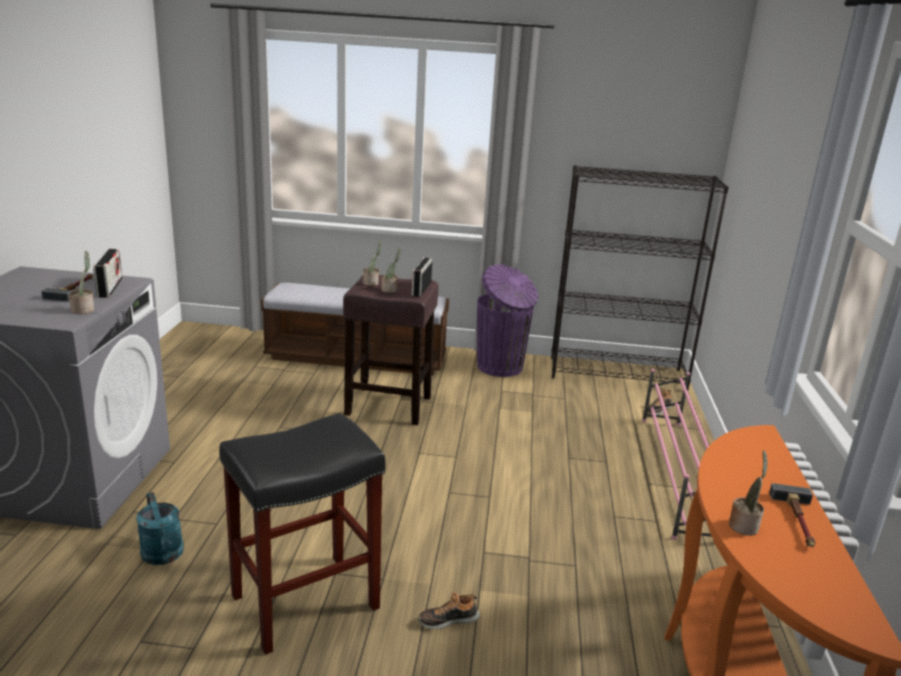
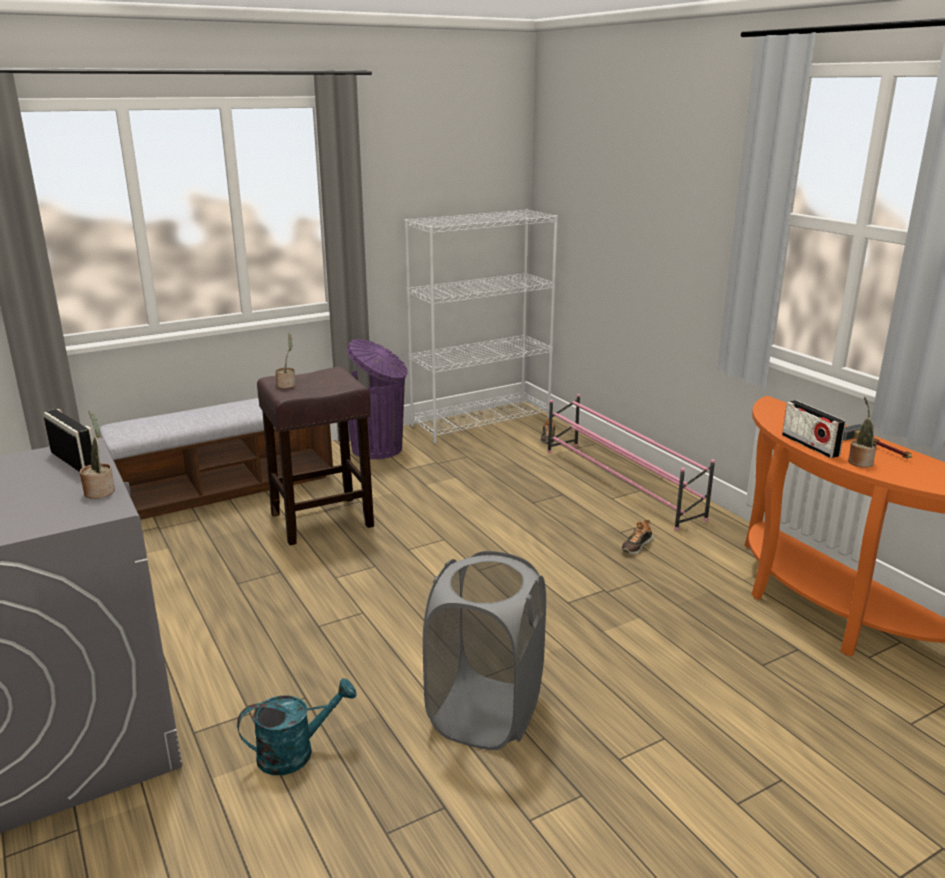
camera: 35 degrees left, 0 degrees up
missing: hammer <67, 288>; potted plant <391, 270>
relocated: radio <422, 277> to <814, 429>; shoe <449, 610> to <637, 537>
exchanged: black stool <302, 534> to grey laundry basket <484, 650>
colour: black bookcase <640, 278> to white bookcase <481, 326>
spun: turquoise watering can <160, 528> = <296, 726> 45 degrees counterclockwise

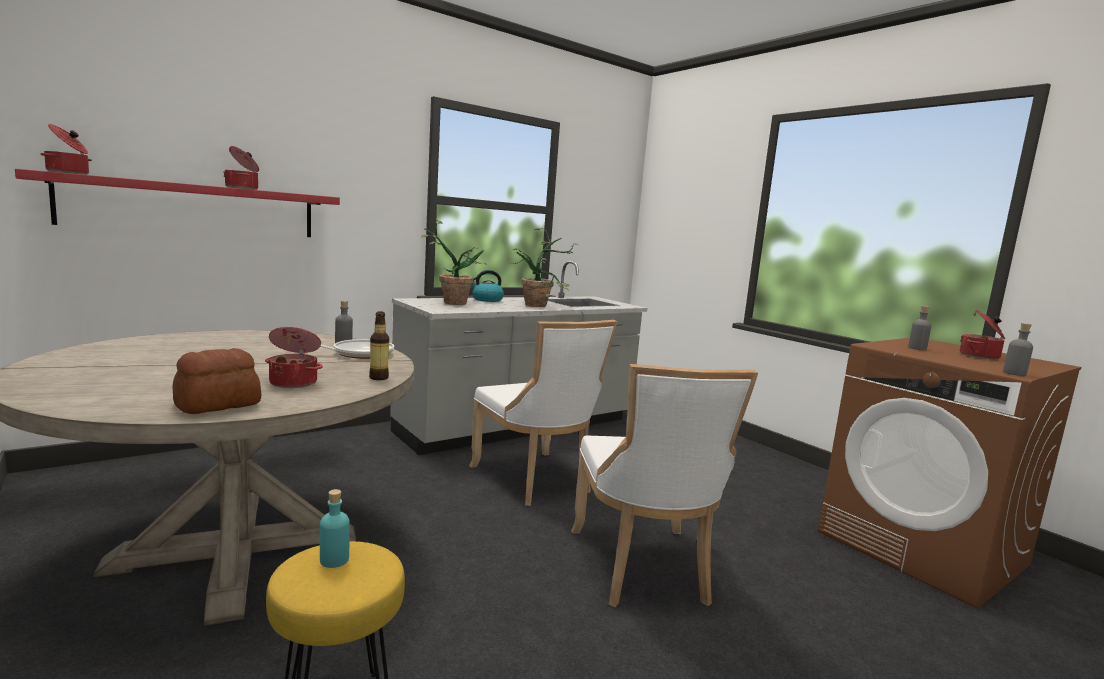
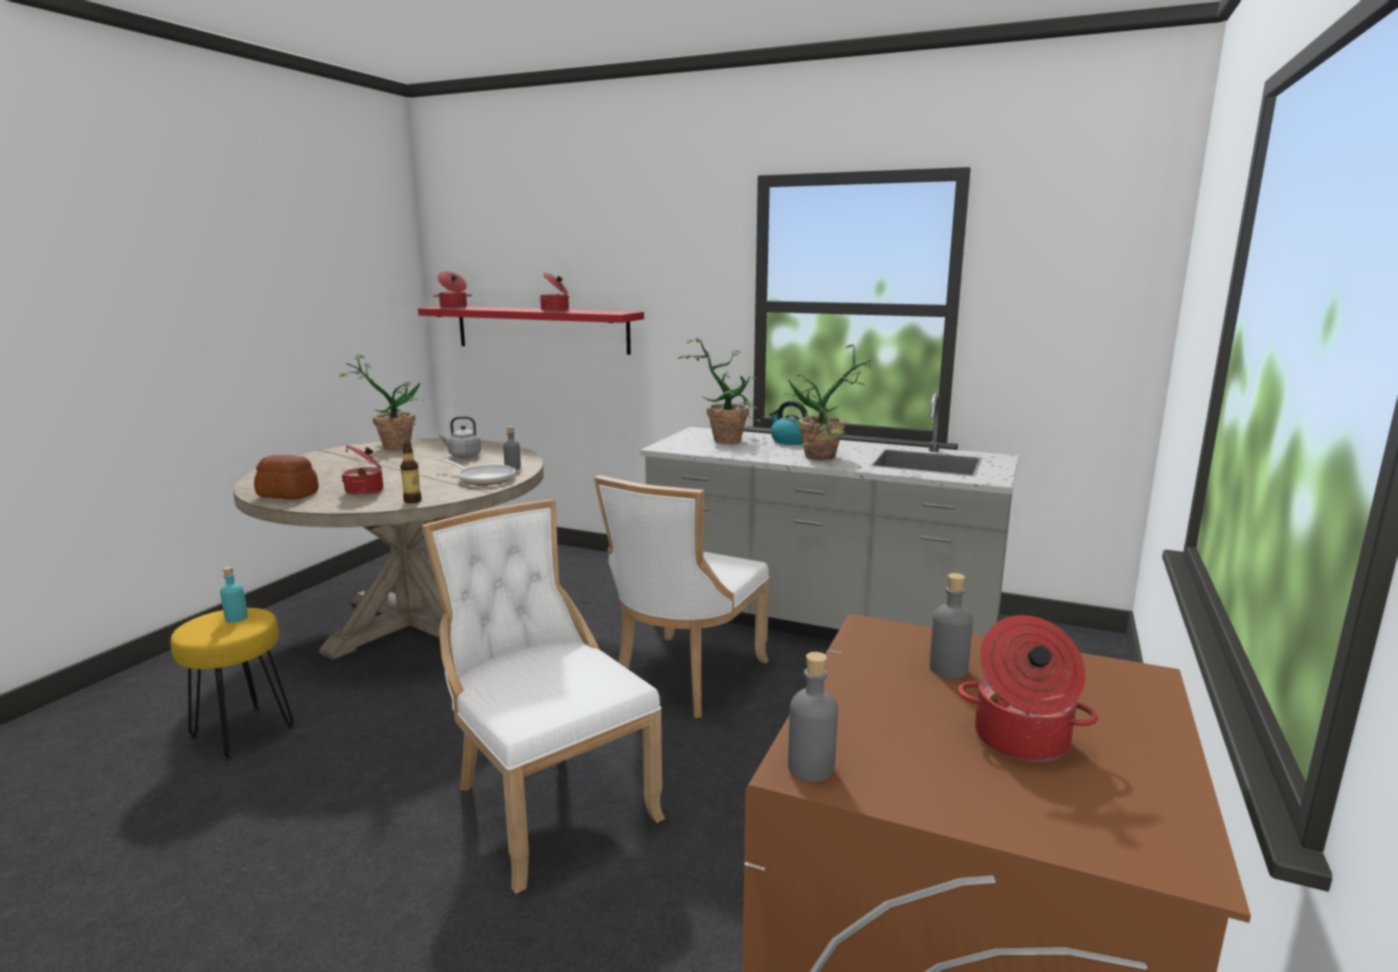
camera: 60 degrees right, 5 degrees up
appeared: potted plant <381, 402>; grey kettle <460, 437>
spun: white chair <664, 485> = <543, 697> 90 degrees clockwise

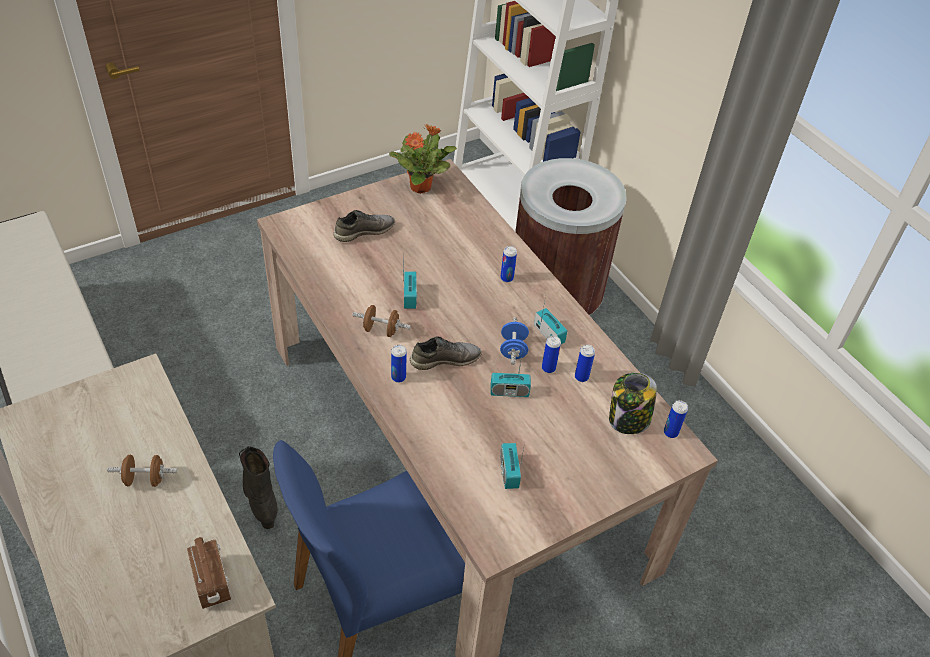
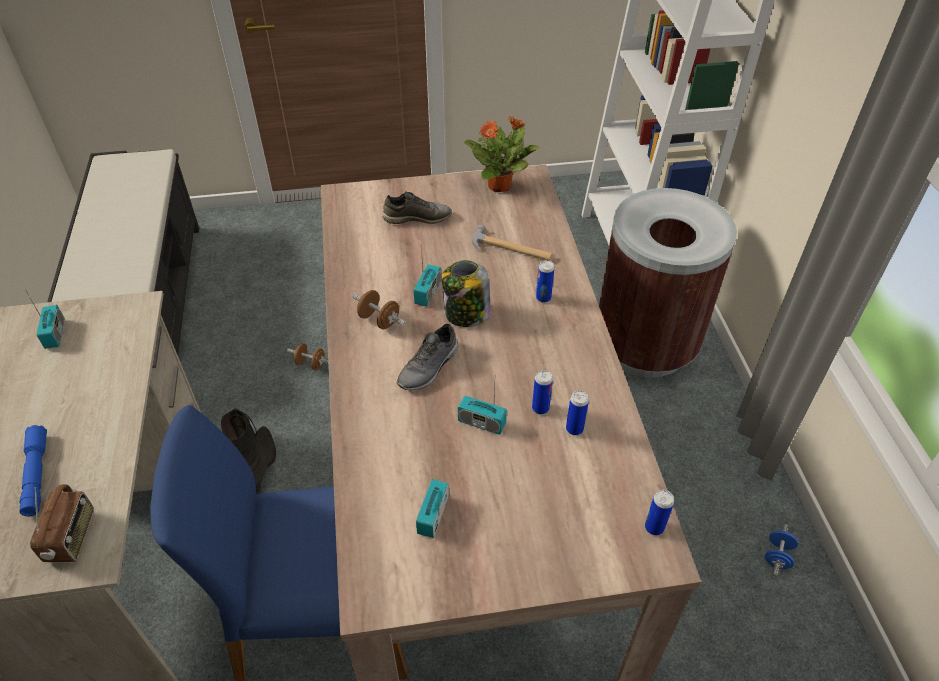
camera: 25 degrees right, 0 degrees up
missing: can <399, 364>
appeared: blue flashlight <33, 470>; hammer <512, 243>
relocated: brown dumbbell <142, 471> to <307, 356>; blue dumbbell <514, 341> to <781, 550>; radio <550, 320> to <44, 317>; jar <633, 403> to <466, 293>
spun: grey shoe <446, 353> = <428, 357> 120 degrees clockwise

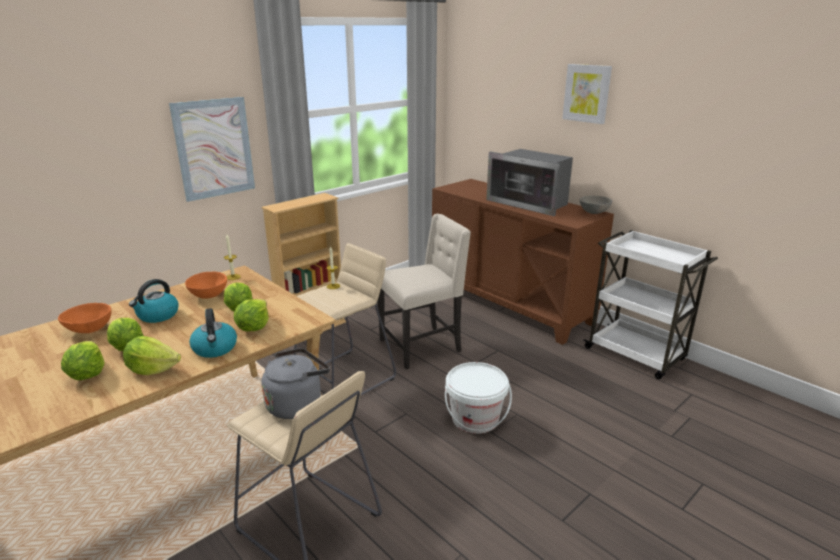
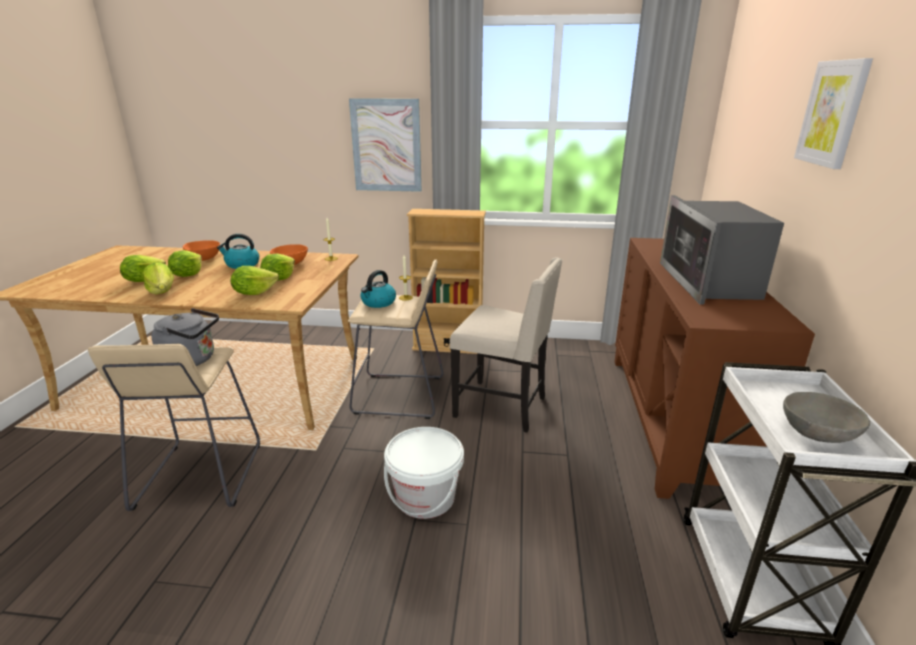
camera: 50 degrees right, 0 degrees up
relocated: kettle <213, 333> to <378, 289>; grey bowl <596, 205> to <826, 417>

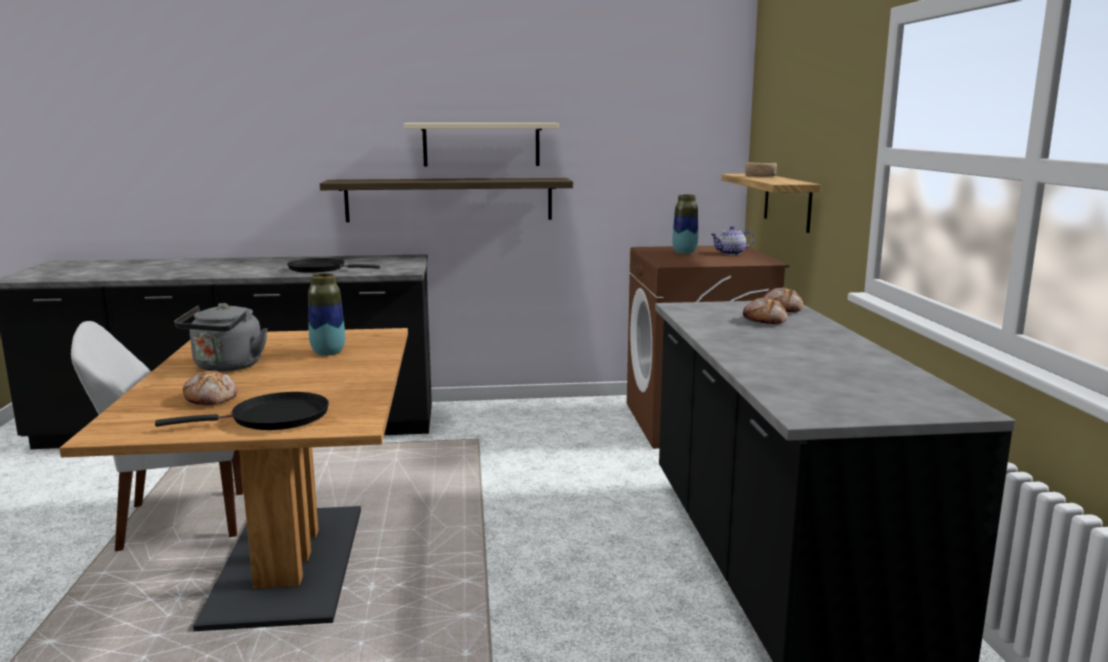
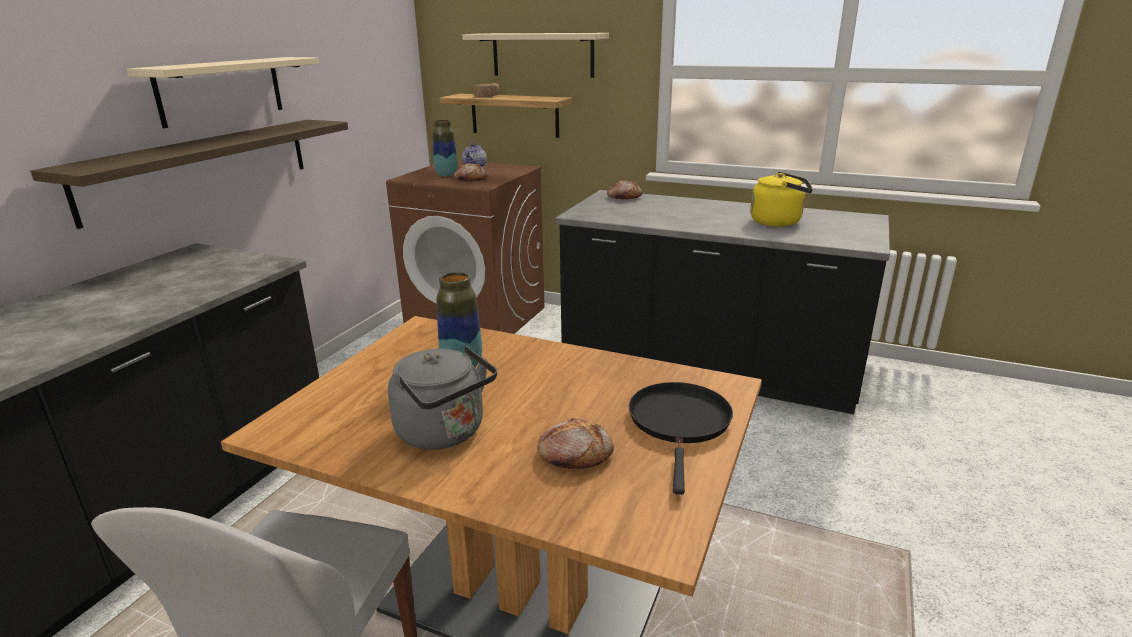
camera: 60 degrees left, 10 degrees up
missing: black frying pan <333, 265>
appeared: beige shelf <535, 55>; yellow kettle <781, 199>
relocated: bread <765, 311> to <470, 172>

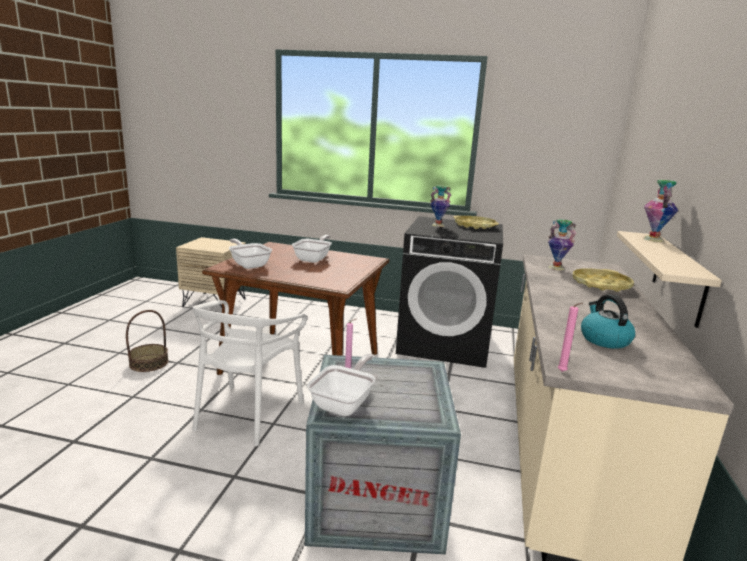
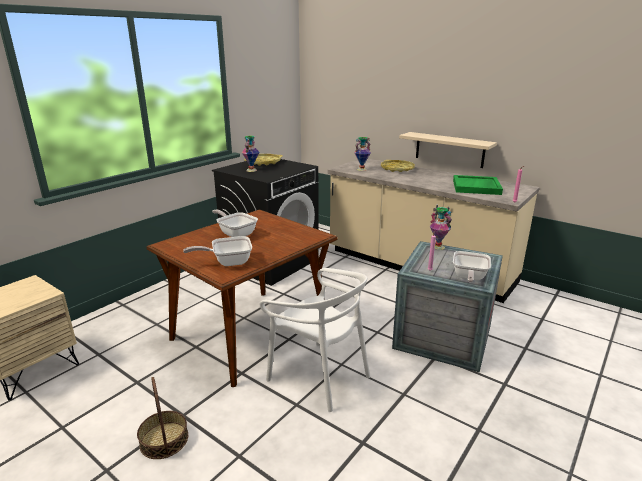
camera: 65 degrees left, 5 degrees up
relocated: vase <661, 211> to <441, 228>
exchanged: kettle <608, 321> to green tray <478, 185>
spun: frying pan <341, 385> = <472, 266> 120 degrees counterclockwise

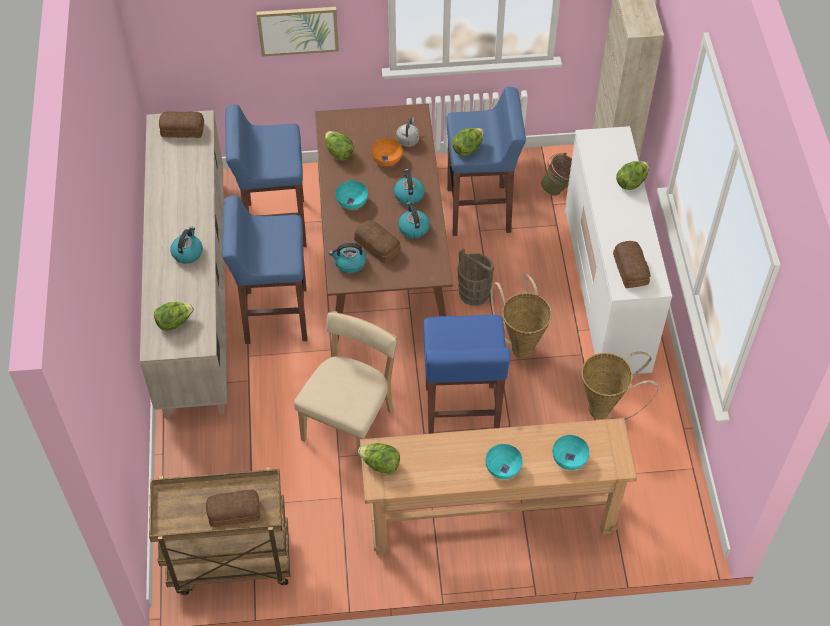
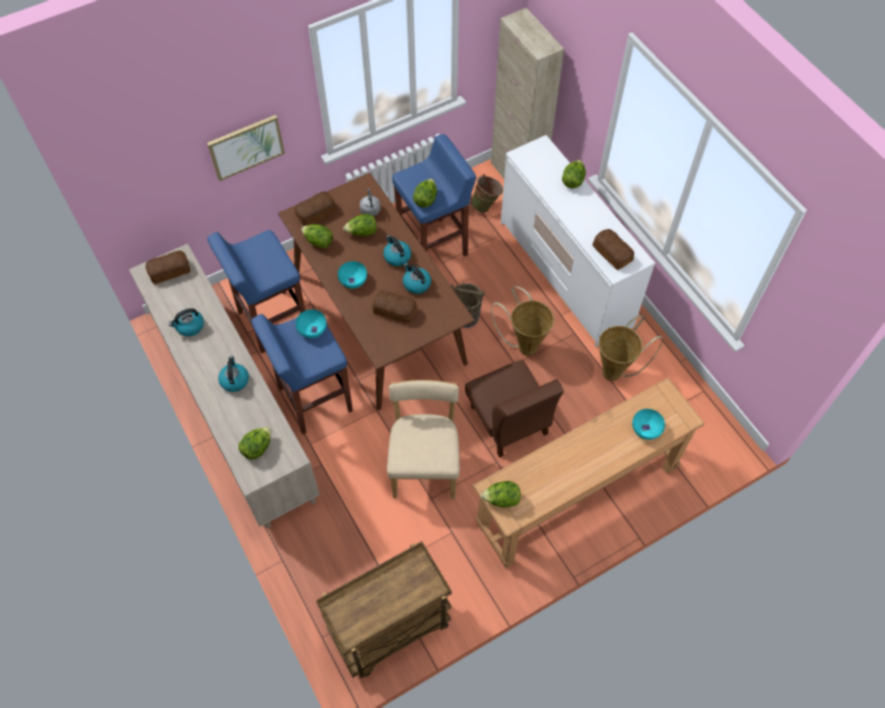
camera: 25 degrees left, 5 degrees up
relocated: bread <233, 508> to <315, 208>; kettle <347, 258> to <186, 322>; turquoise bowl <504, 461> to <311, 323>
exchanged: orange bowl <387, 152> to lettuce <360, 225>; blue stool <467, 374> to brown chair <514, 408>

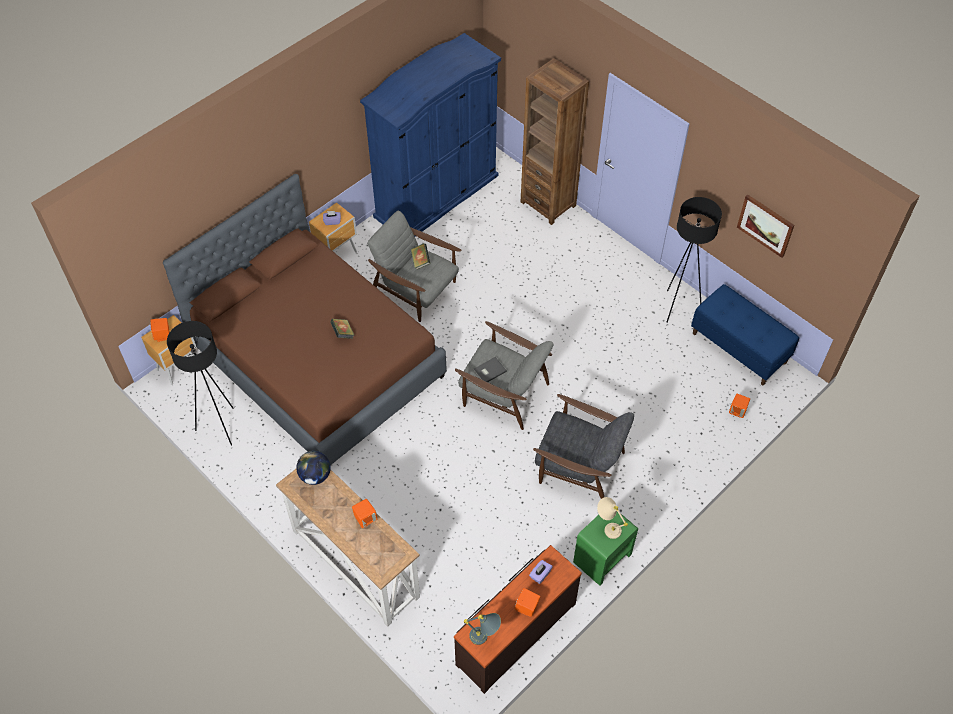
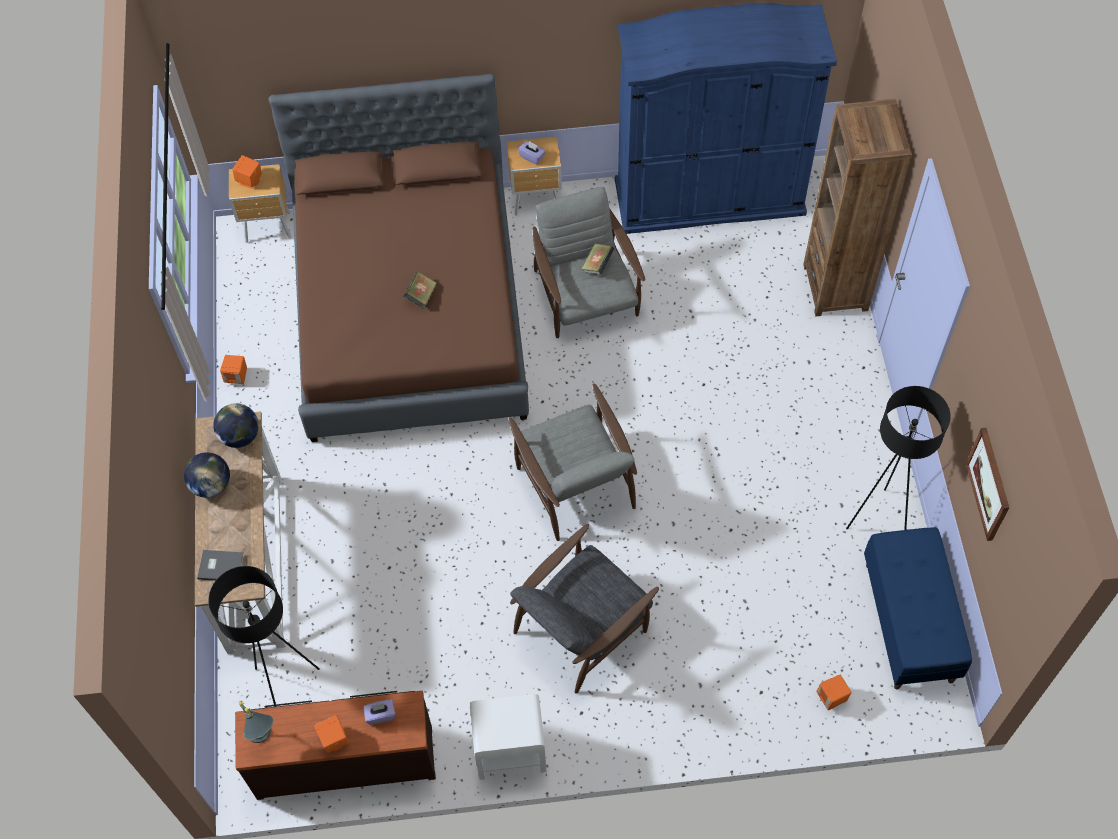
camera: 40 degrees right, 5 degrees up
missing: beige table lamp <612, 518>
appeared: globe <207, 475>
relocated: black floor lamp <200, 383> to <264, 636>; orange speaker <365, 513> to <233, 369>; grey book <490, 369> to <221, 565>
colour: green nightstand <605, 549> to white nightstand <508, 737>
spun: grey armchair <583, 446> = <584, 609> 75 degrees clockwise

